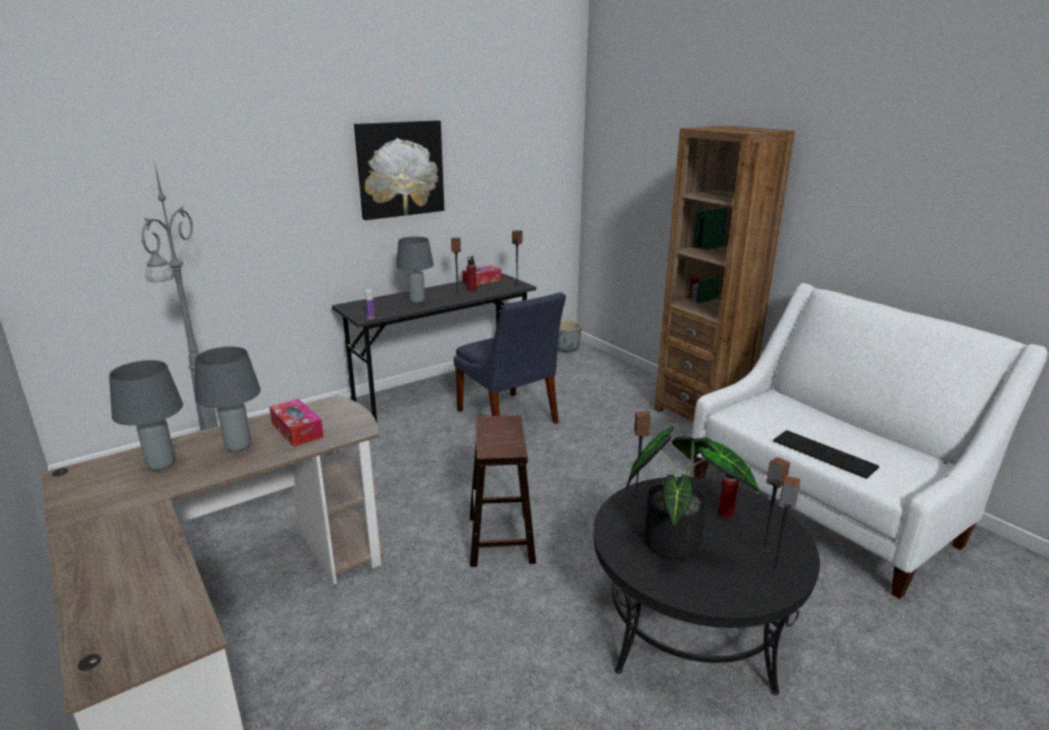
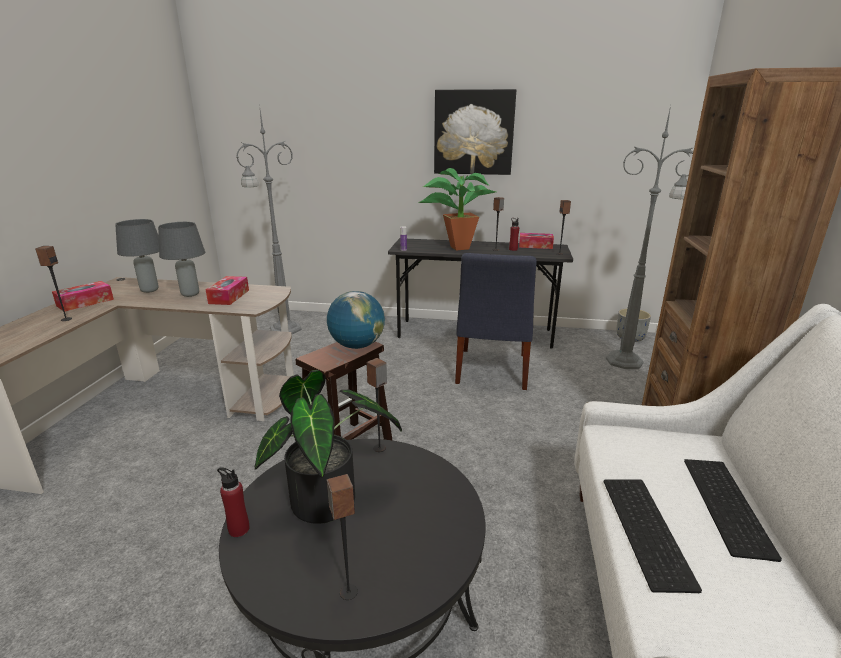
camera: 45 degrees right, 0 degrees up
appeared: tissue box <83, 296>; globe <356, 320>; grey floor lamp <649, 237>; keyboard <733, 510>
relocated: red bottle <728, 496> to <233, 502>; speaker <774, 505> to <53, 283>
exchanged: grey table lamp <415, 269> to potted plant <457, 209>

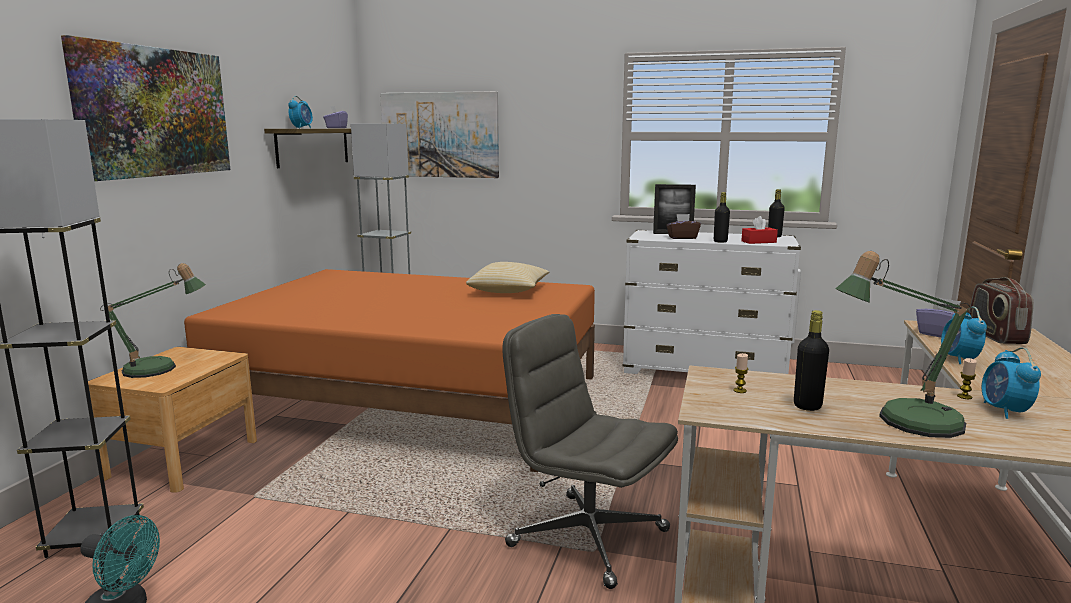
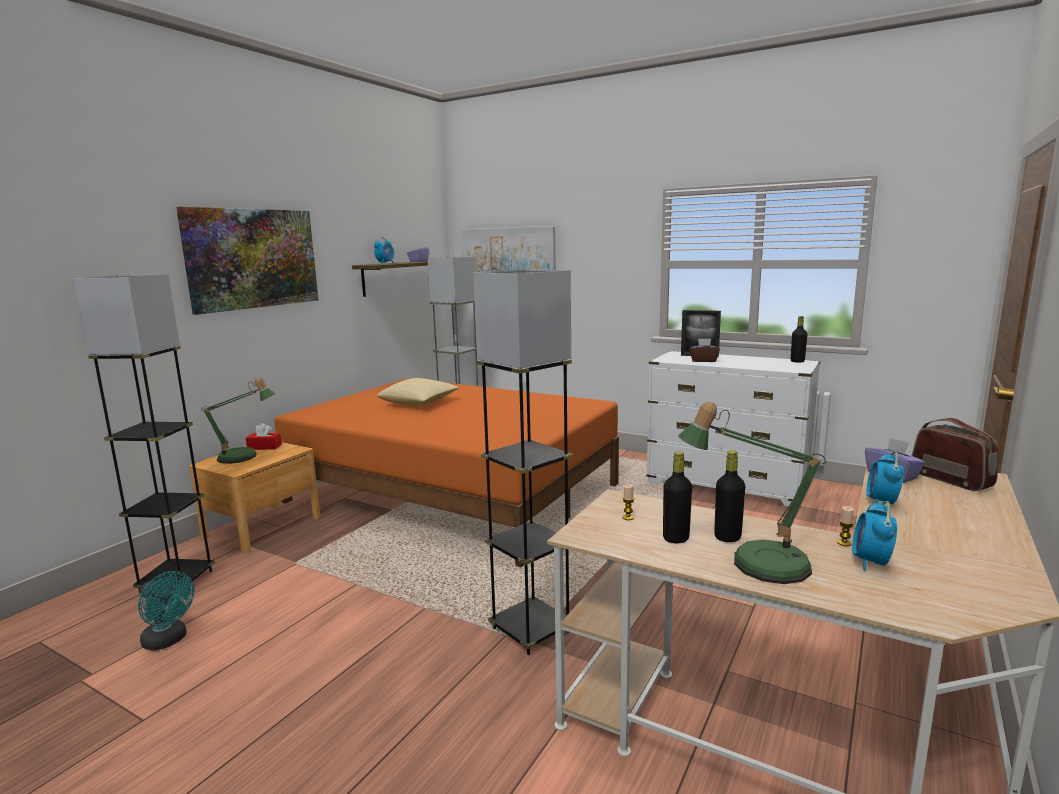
camera: 15 degrees right, 0 degrees up
relocated: pillow <508, 277> to <418, 392>; black bottle <722, 217> to <729, 496>; red tissue box <759, 230> to <264, 436>
exchanged: grey office chair <590, 451> to grey floor lamp <523, 462>
spun: radio <1001, 310> = <955, 454> 135 degrees clockwise

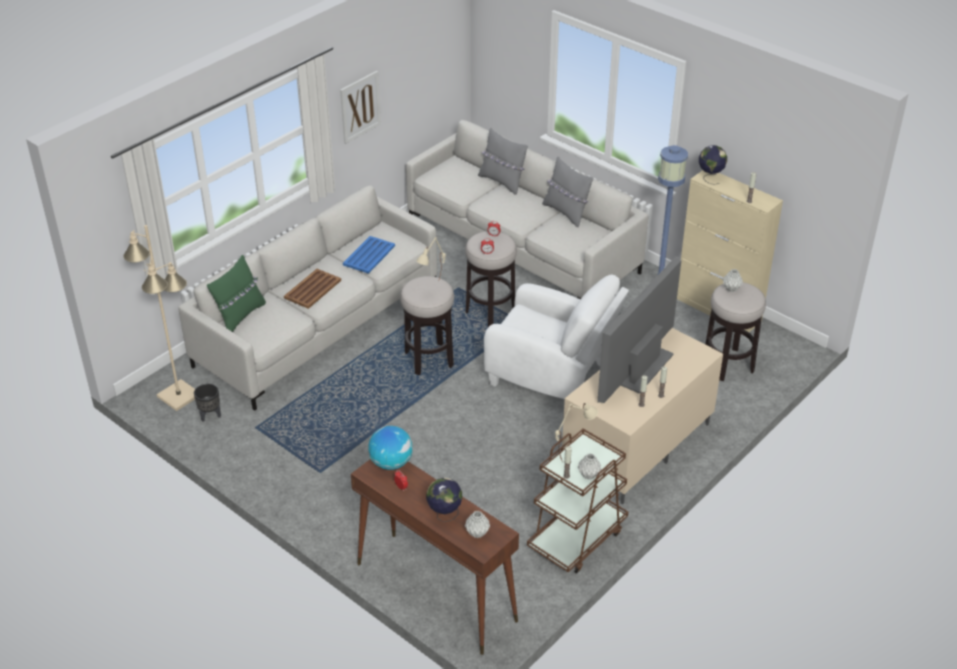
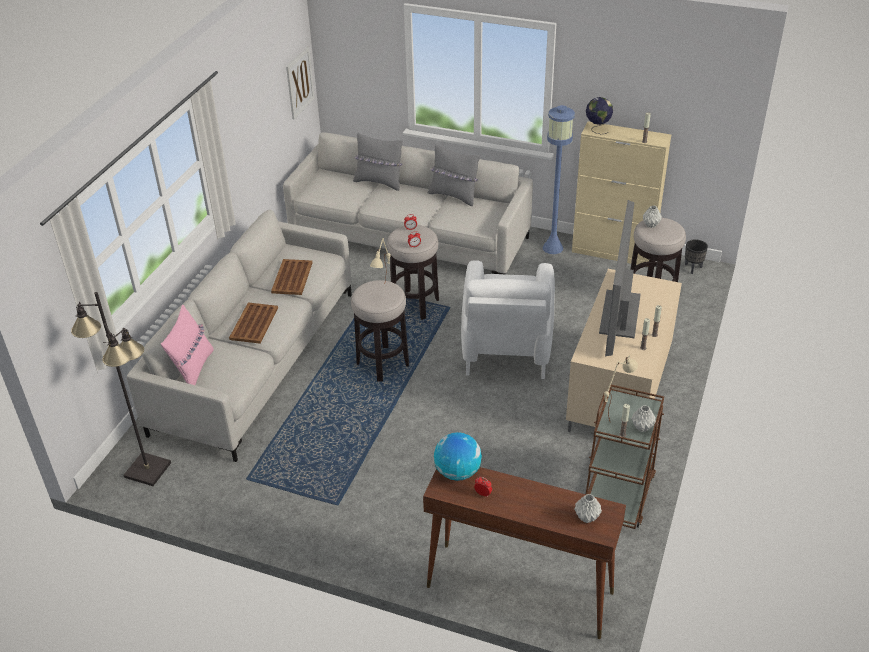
camera: 20 degrees left, 0 degrees up
missing: globe <444, 500>
relocated: black planter <207, 403> to <696, 256>; picture <360, 107> to <300, 83>
colour: beige floor lamp <159, 318> to black floor lamp <121, 389>; green pillow <236, 293> to pink pillow <187, 344>; blue tray <369, 255> to brown tray <292, 277>
spun: white armchair <556, 337> = <508, 319> 90 degrees clockwise

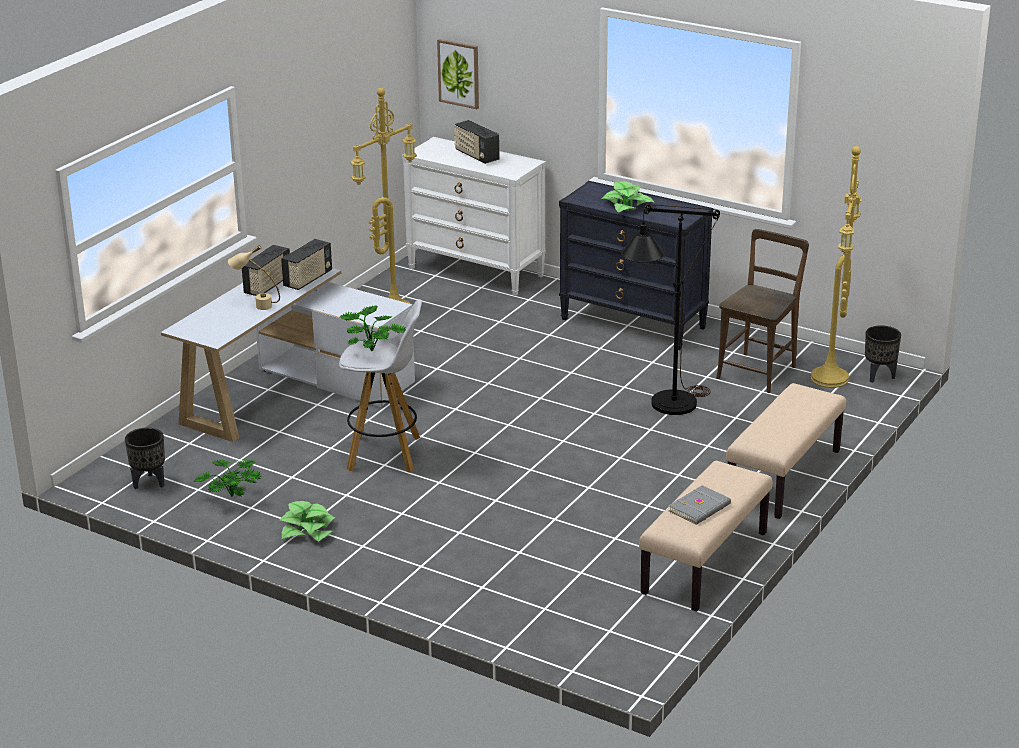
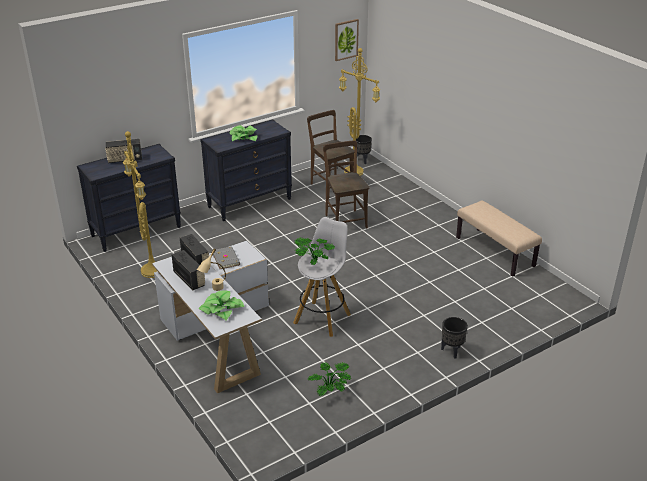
camera: 65 degrees left, 5 degrees up
missing: beige bench <786, 451>
relocated: black planter <145, 458> to <454, 338>; potted plant <308, 521> to <221, 305>; picture <458, 74> to <347, 40>; grey book <700, 505> to <226, 257>
exchanged: black floor lamp <670, 309> to brown chair <346, 184>
colour: white dresser <474, 216> to black dresser <129, 198>

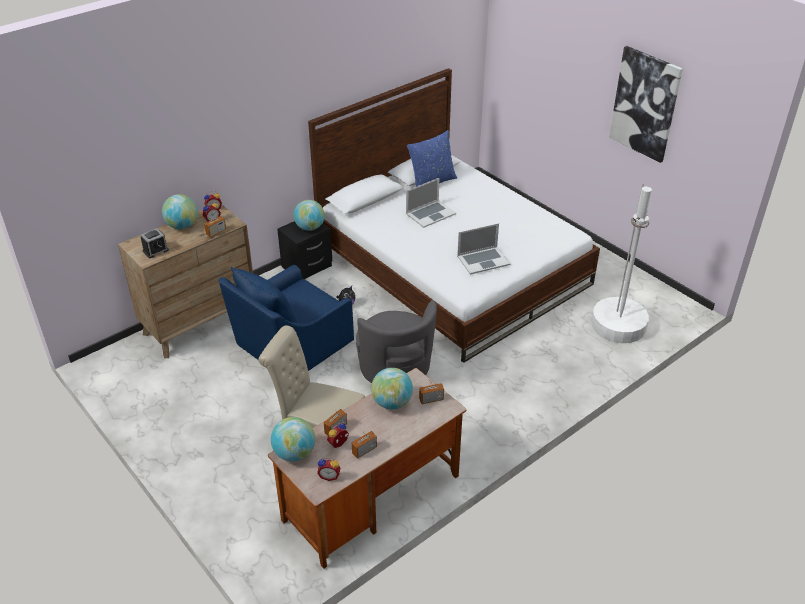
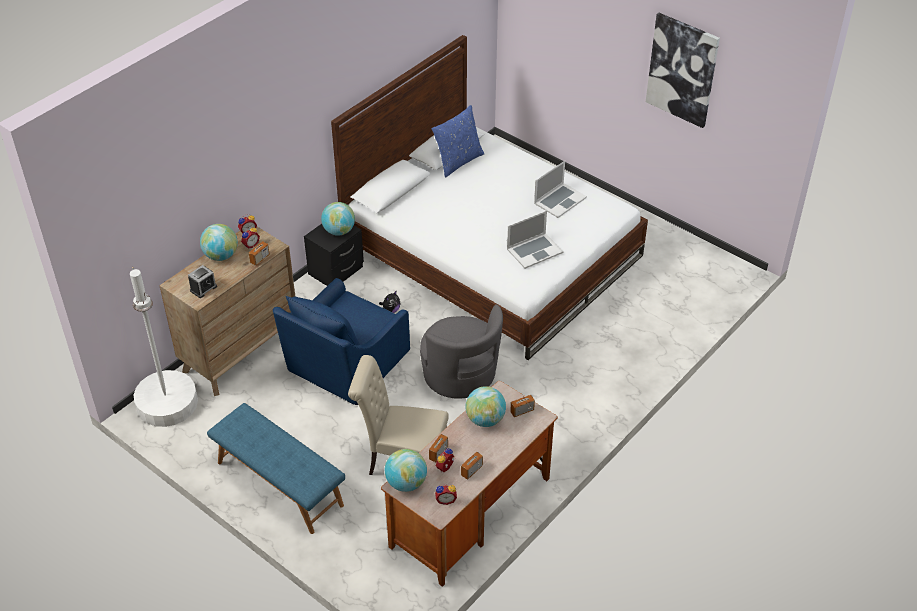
camera: 10 degrees left, 5 degrees up
appeared: blue bench <276, 468>
relocated: laptop <431, 203> to <560, 189>; white floor lamp <621, 264> to <164, 347>

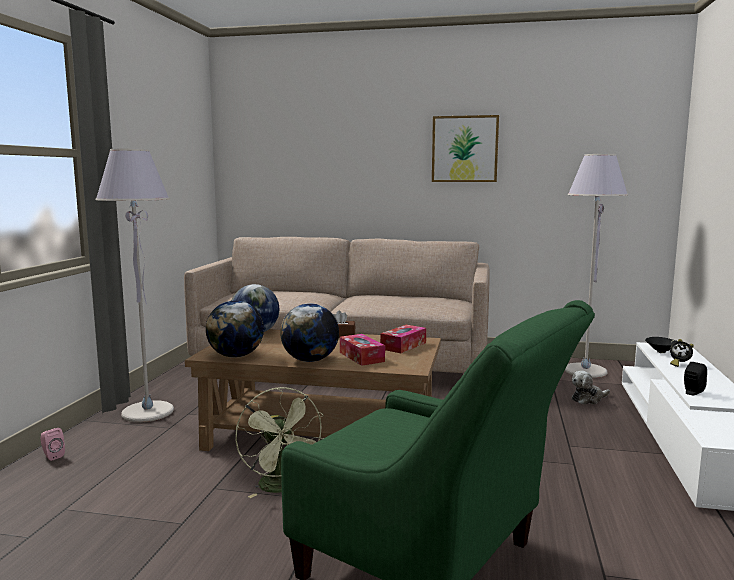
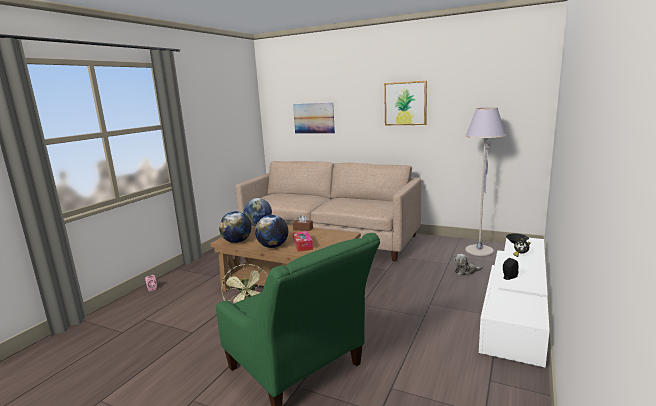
camera: 15 degrees right, 5 degrees up
missing: grey floor lamp <134, 285>; tissue box <403, 339>
appeared: picture <314, 118>

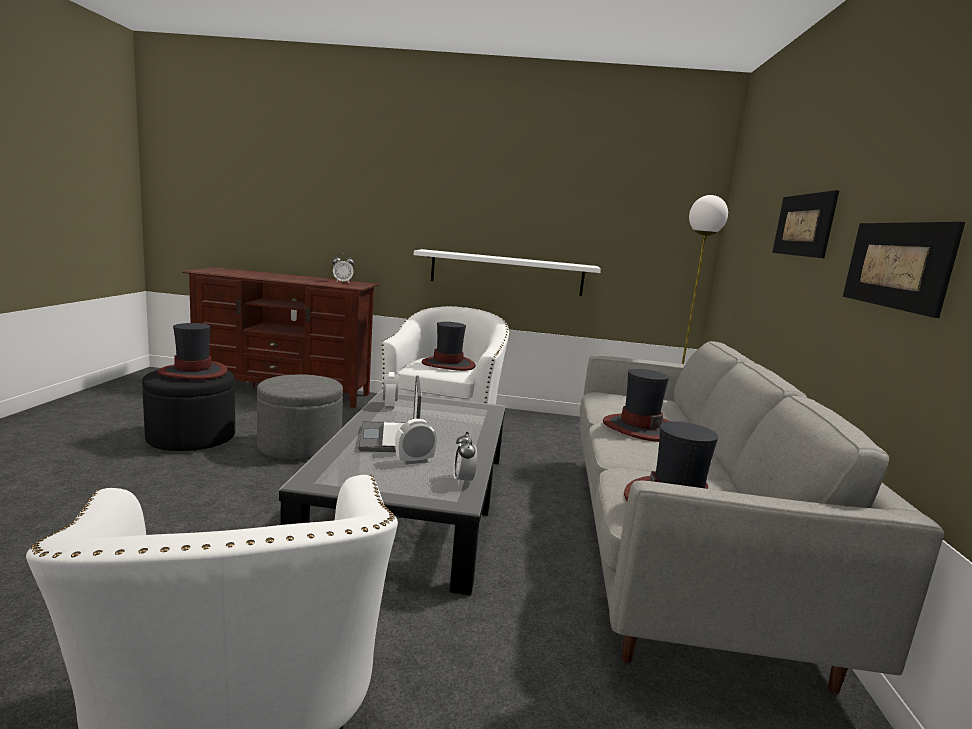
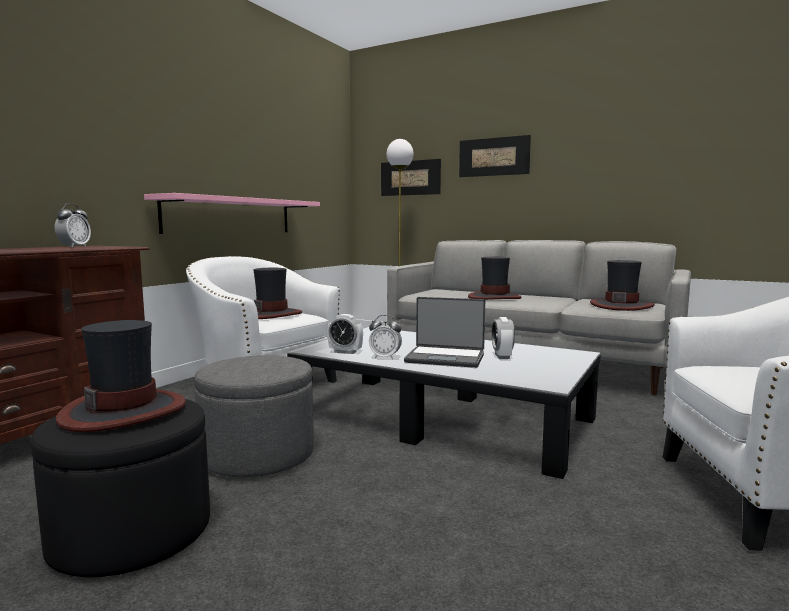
camera: 65 degrees left, 5 degrees down
relocated: alarm clock <465, 458> to <385, 337>; picture <904, 270> to <411, 177>
colour: white shelf <507, 272> to pink shelf <232, 213>

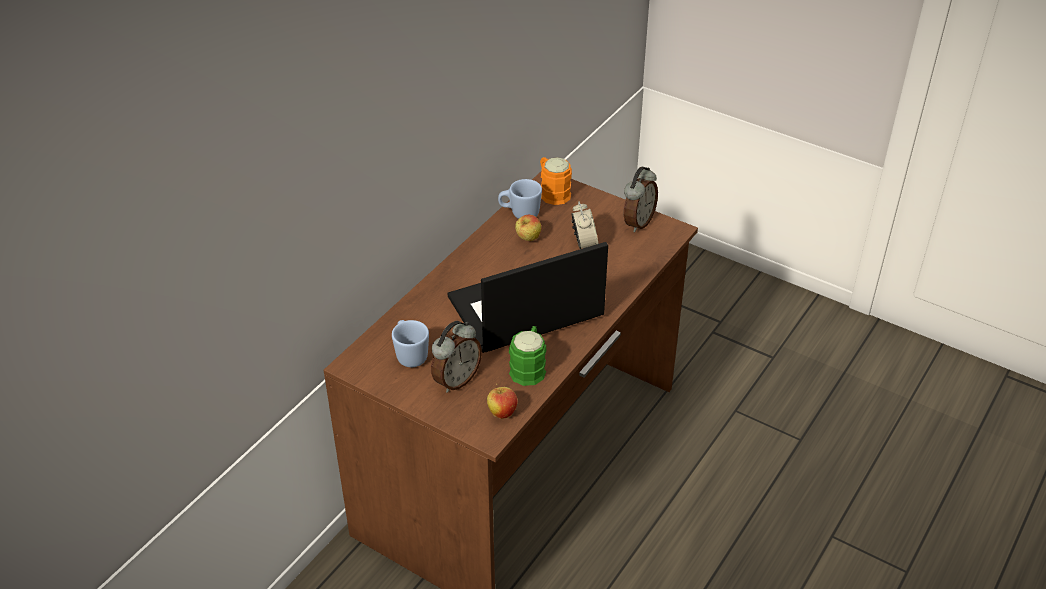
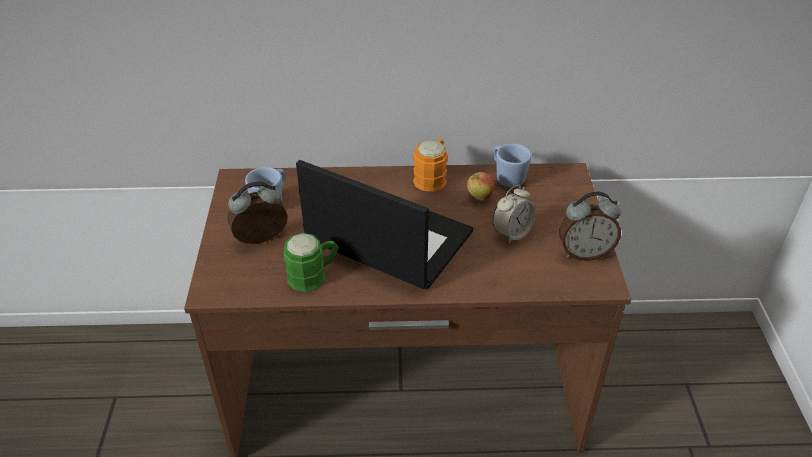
camera: 55 degrees right, 0 degrees up
missing: apple <502, 401>
relocated: orange mug <556, 181> to <430, 165>
spun: alarm clock <456, 357> = <257, 213> 150 degrees clockwise

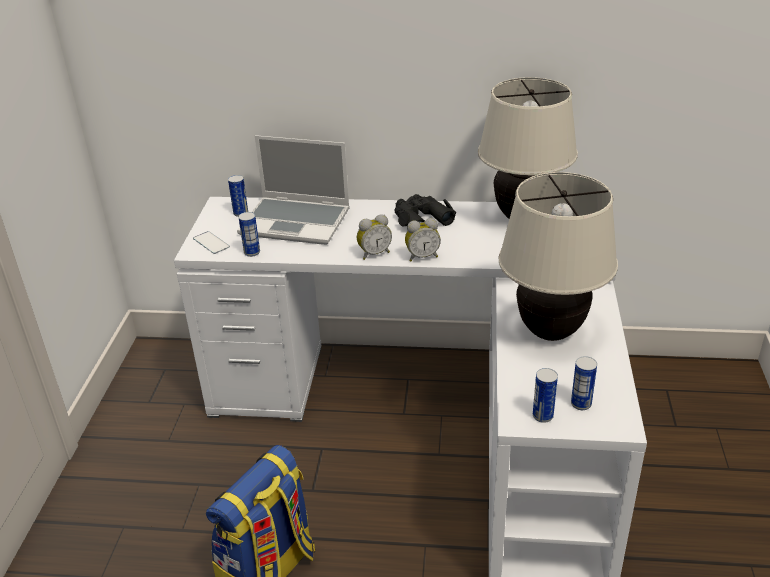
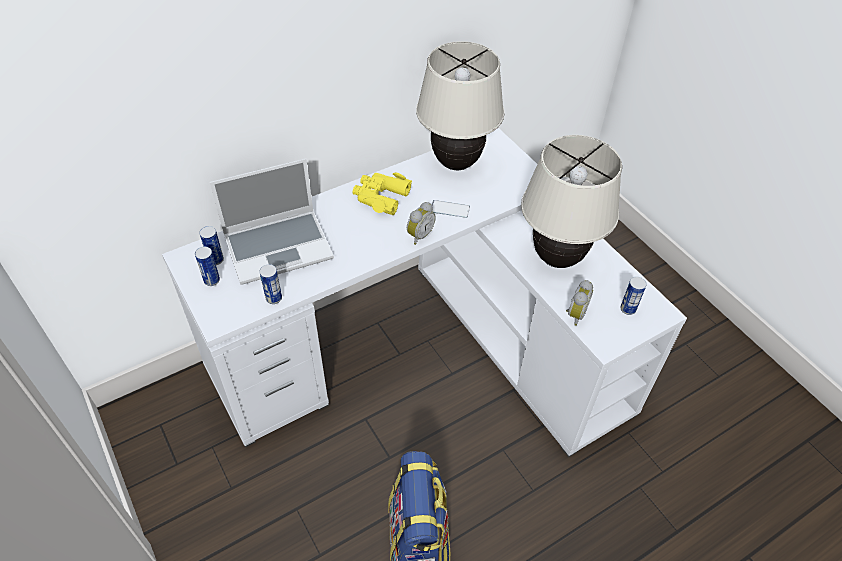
camera: 40 degrees left, 15 degrees up
relocated: phone <211, 242> to <451, 209>; alarm clock <374, 237> to <579, 303>; can <545, 395> to <207, 266>
colour: black binoculars <425, 210> to yellow binoculars <382, 193>

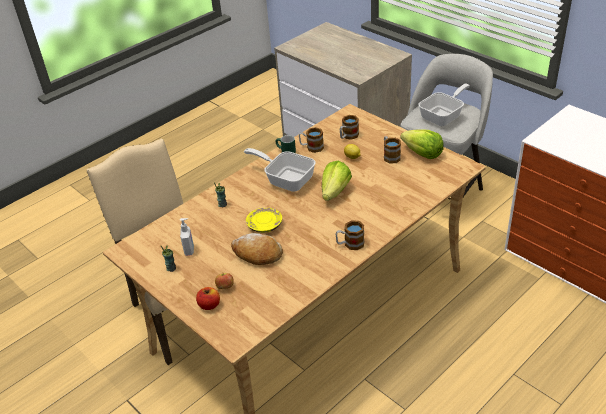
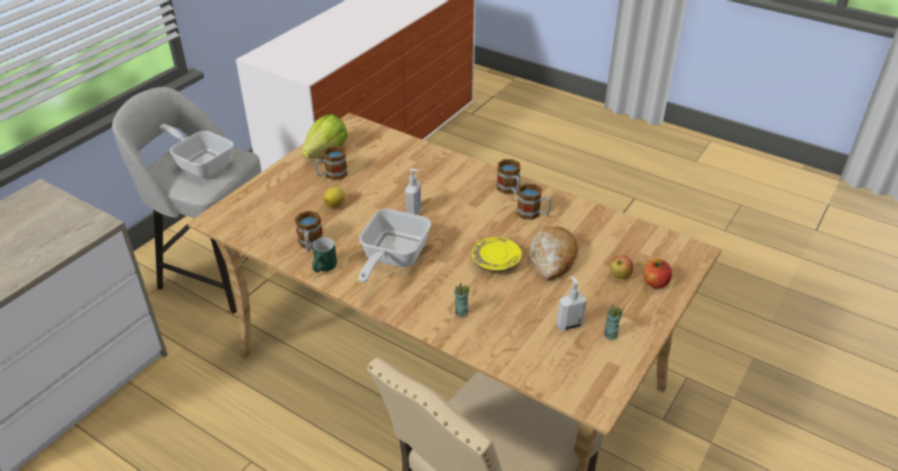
camera: 105 degrees left, 0 degrees up
relocated: mug <349, 127> to <534, 201>
exchanged: lettuce <337, 181> to soap dispenser <413, 191>

